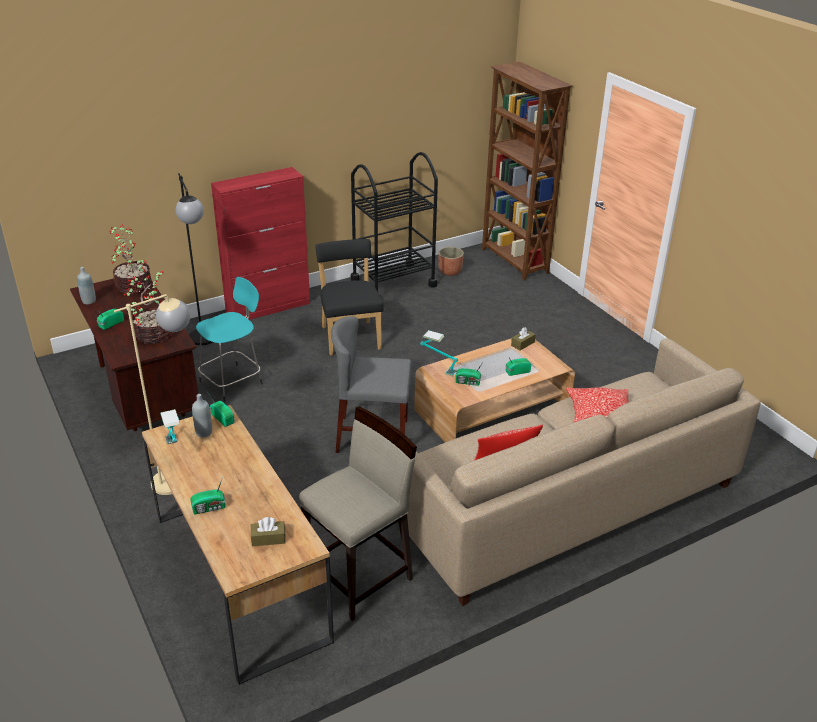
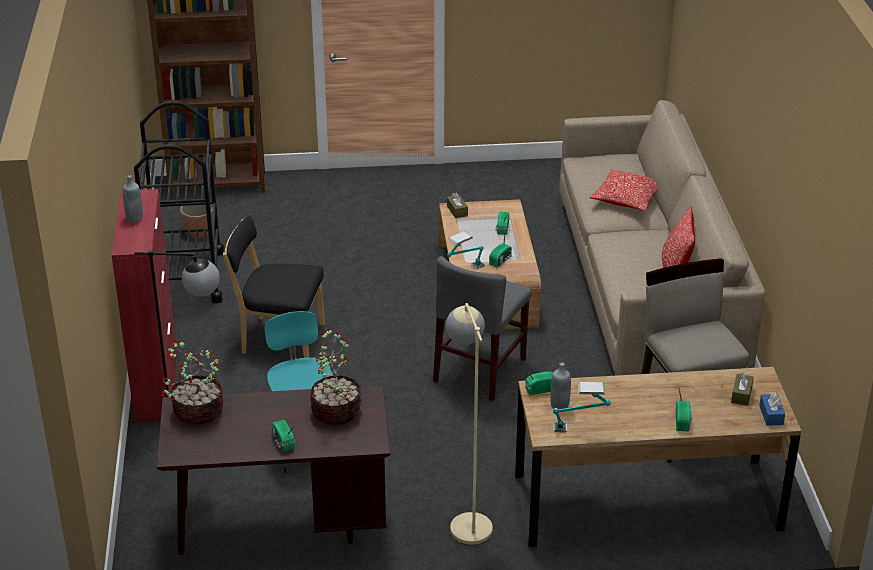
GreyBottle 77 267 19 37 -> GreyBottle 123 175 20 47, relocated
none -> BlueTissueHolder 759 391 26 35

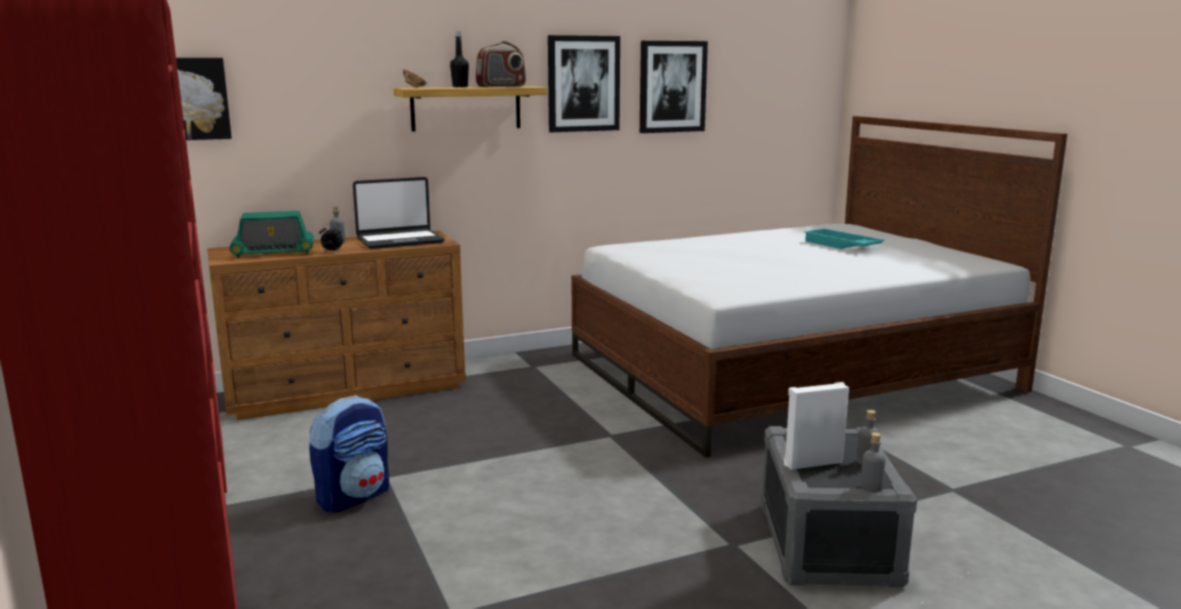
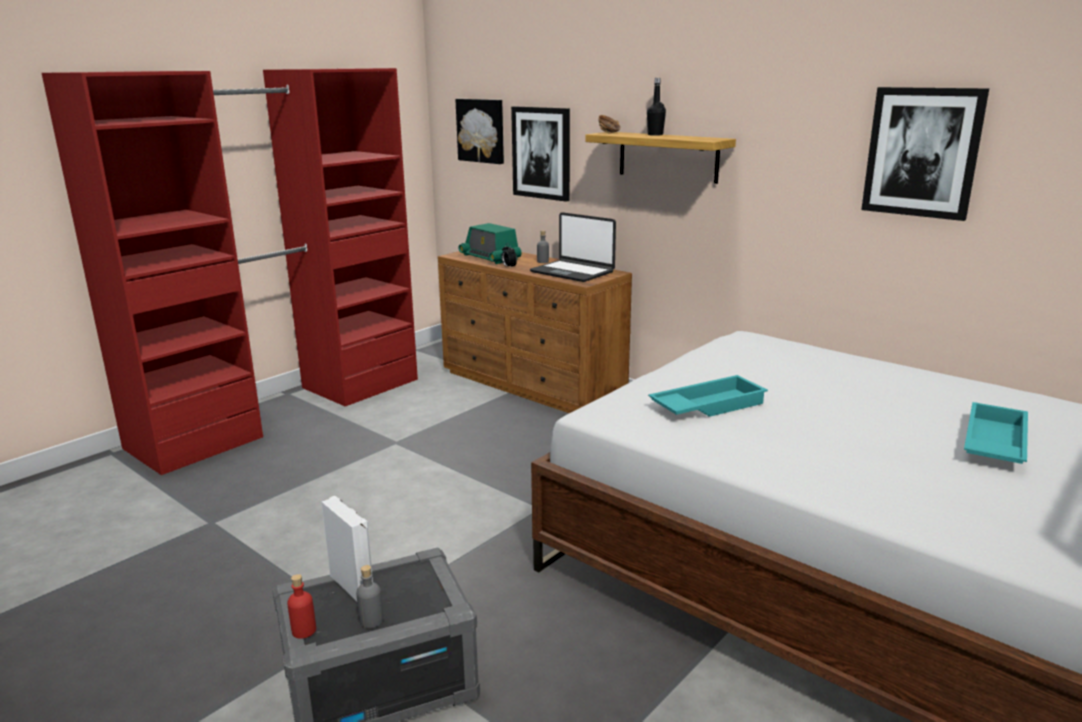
GreyBottle 860 432 26 60 -> RedBottle 287 574 29 65
WallPicture 548 35 72 97 -> WallPicture 511 107 59 95, relocated
none -> TurquoiseCarryingTray 648 375 120 42
Rucksack 309 395 80 117 -> none
RadioSet 476 41 50 46 -> none

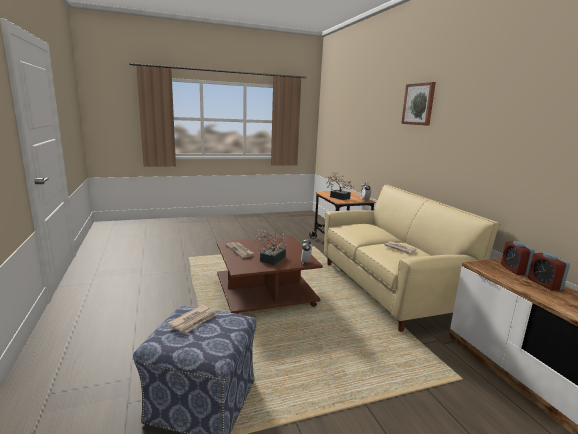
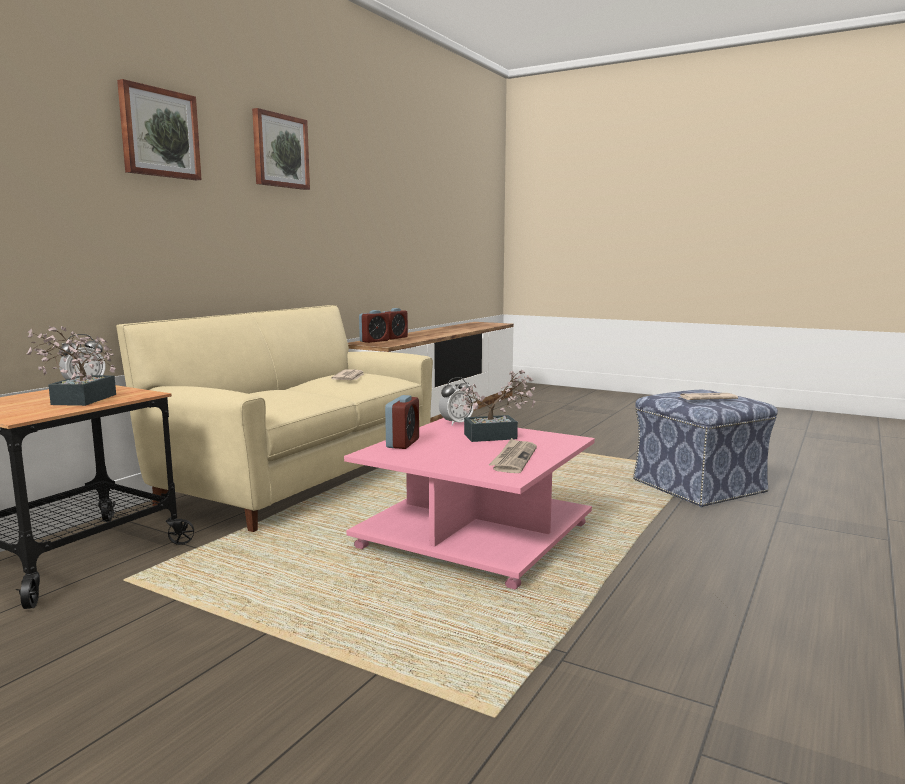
none -> WallPicture 252 108 58 82
BrownLowTable 217 236 106 78 -> PinkishLowTable 344 418 251 171
none -> TableClock 385 395 34 54

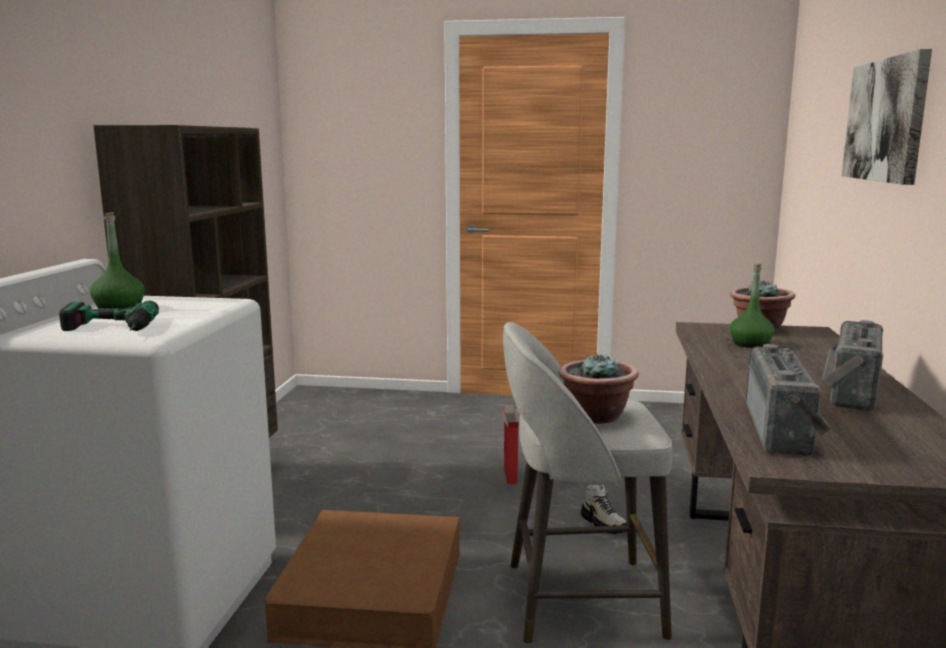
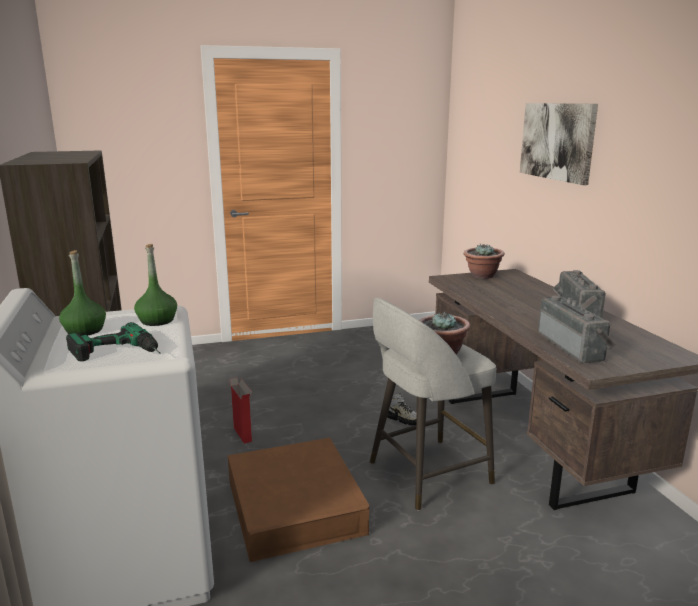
GreenColouredBottle 730 264 45 84 -> GreenColouredBottle 134 244 43 82, relocated
CardboardBox 501 405 19 79 -> CardboardBox 228 378 24 66, relocated

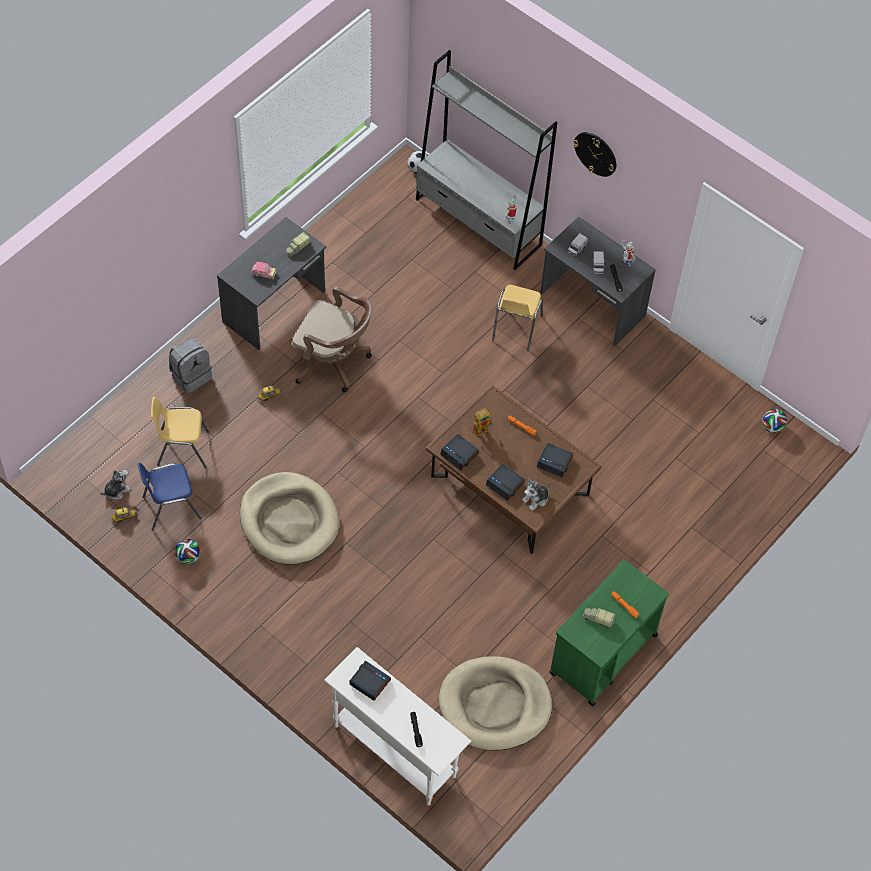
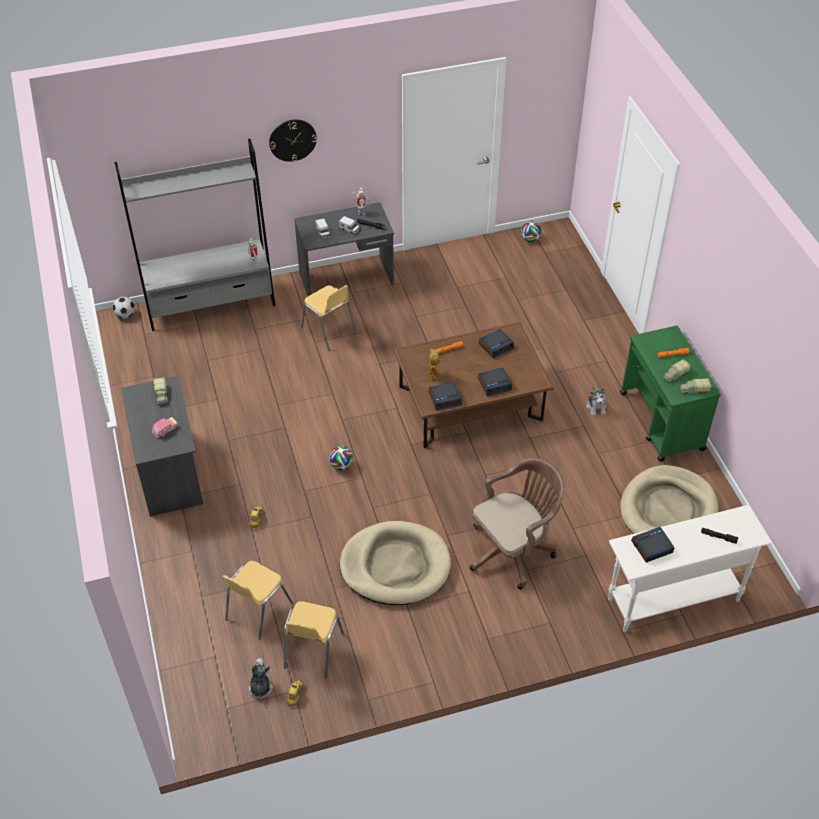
BluePlainChair 137 463 64 67 -> YellowPlainChair 284 601 60 77
FootballBall 175 539 26 26 -> FootballBall 329 446 25 24, relocated
BrownOfficeChair 290 287 82 106 -> BrownOfficeChair 470 458 95 132, relocated
CuddlyToy 522 478 29 33 -> CuddlyToy 586 388 20 28, relocated
none -> ToyLorry 680 378 31 17
GreyRucksack 169 338 43 55 -> none

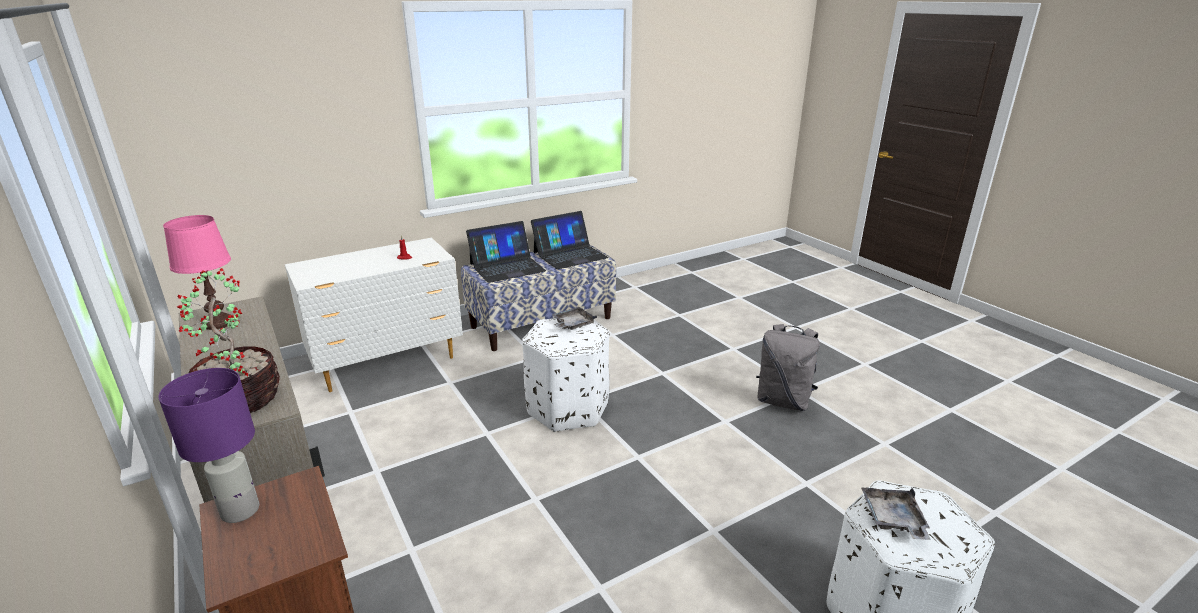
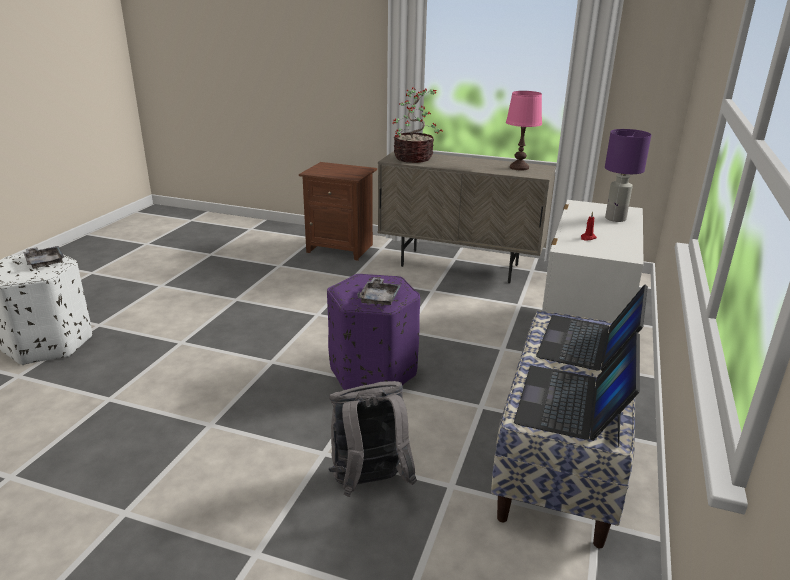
WhiteFootrest 522 318 87 114 -> PurpleFootrest 327 274 93 116
GreyRucksack 756 324 64 87 -> GreyRucksack 329 381 88 116, relocated
PurpleTabletopLamp 158 368 101 155 -> PurpleTabletopLamp 605 129 46 93, relocated

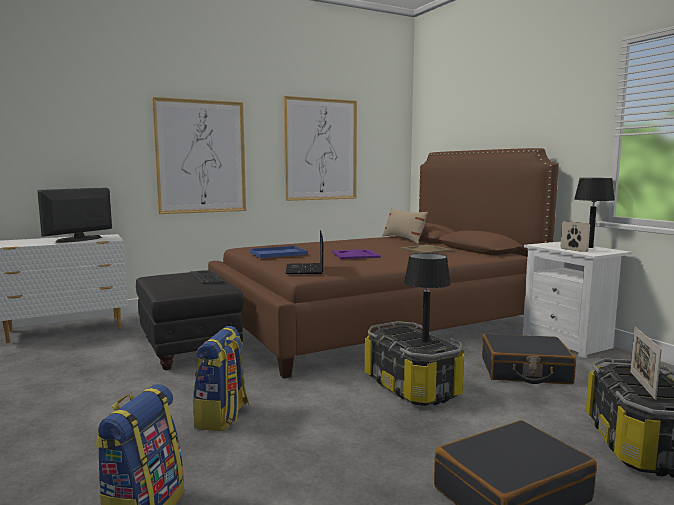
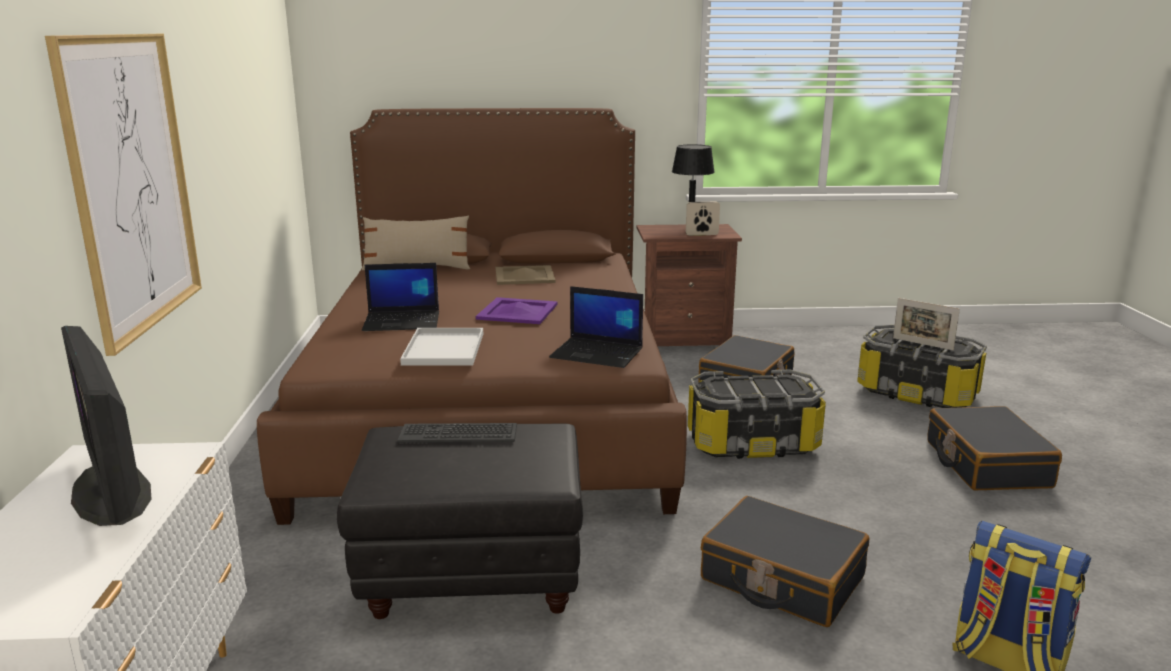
none -> Laptop 362 263 77 68
BlueCarryingTray 249 246 59 12 -> WhiteCarryingTray 400 328 83 37
WhiteBedsideTable 523 241 109 117 -> BrownBedsideTable 636 224 106 122
Rucksack 193 326 56 105 -> BlackTravelCase 701 496 168 131
WallPicture 284 96 73 105 -> none
BlackTabletopLamp 404 253 47 90 -> none

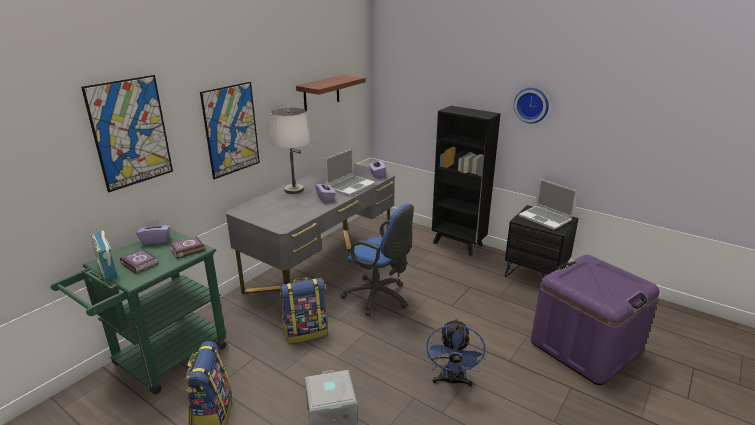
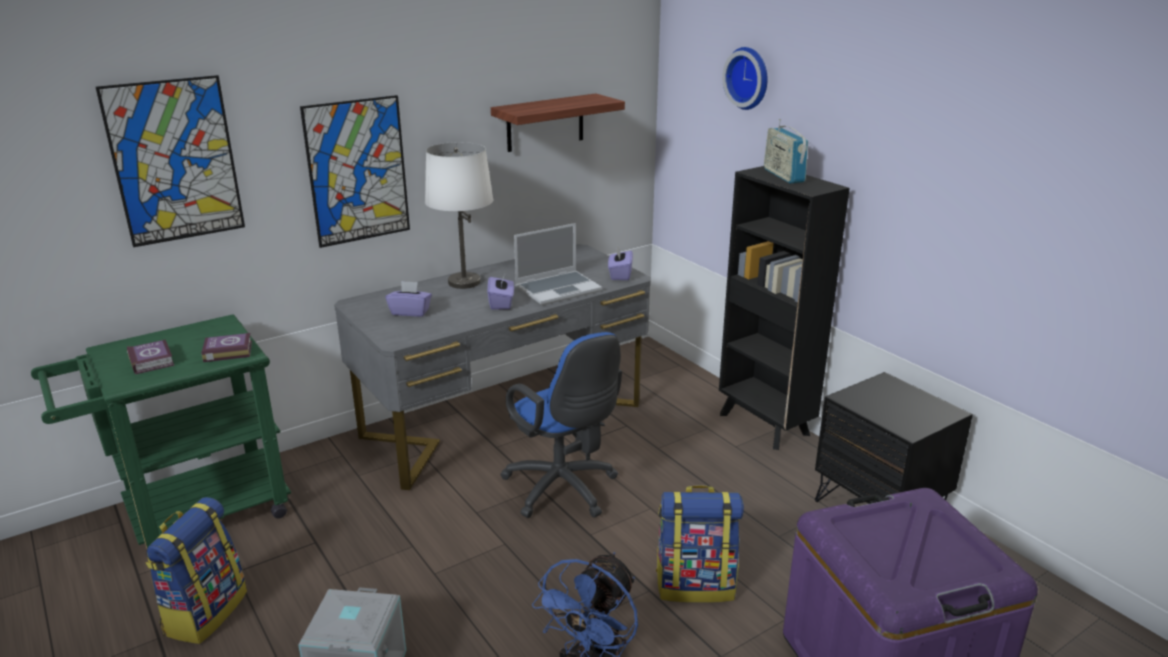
PurpleTissueHolder 136 220 34 25 -> PurpleTissueHolder 385 281 47 36, relocated
Rucksack 280 277 47 66 -> Rucksack 656 485 88 118, relocated
ClockOnTheWall 514 88 35 35 -> ClockOnTheWall 722 47 46 63, relocated
RadioSet 90 227 28 53 -> RadioSet 764 119 44 65, relocated
Laptop 519 179 58 51 -> none

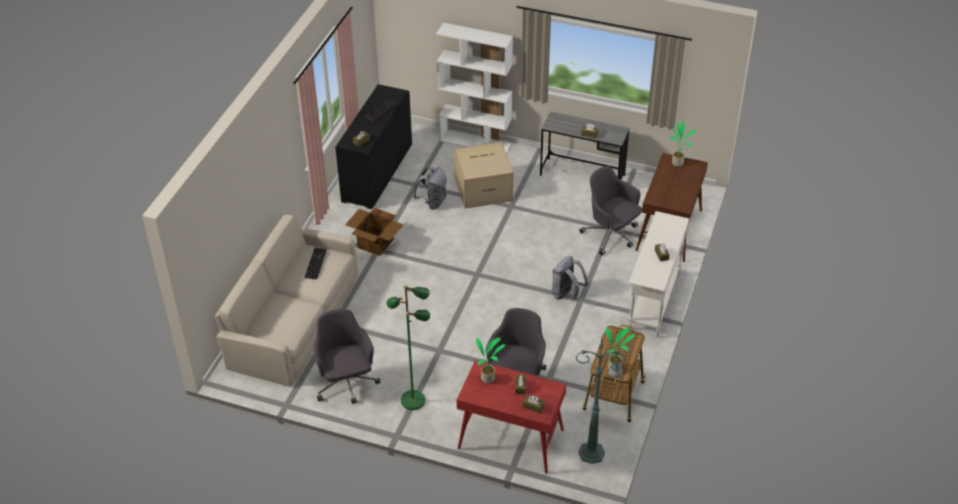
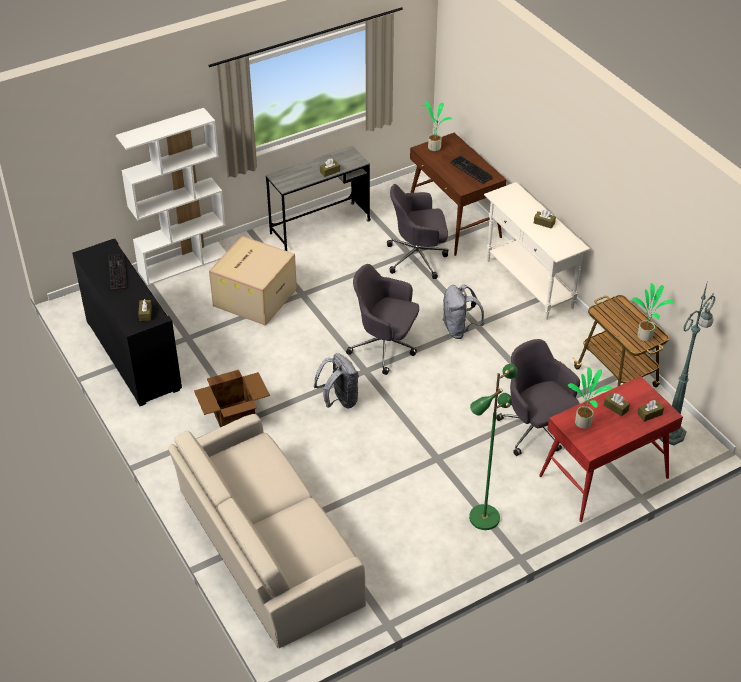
GreyRucksack 414 166 33 44 -> GreyRucksack 314 353 45 56, relocated
GreyOfficeChair 313 309 67 95 -> GreyOfficeChair 346 264 73 111, relocated
ComputerKeyboard 305 247 22 32 -> ComputerKeyboard 450 156 43 28, relocated

